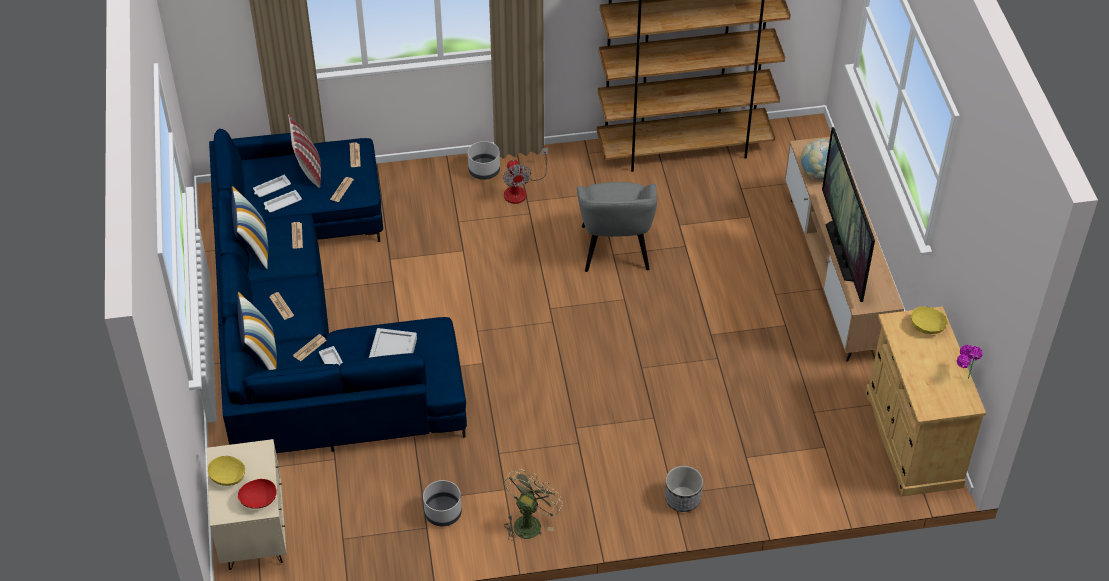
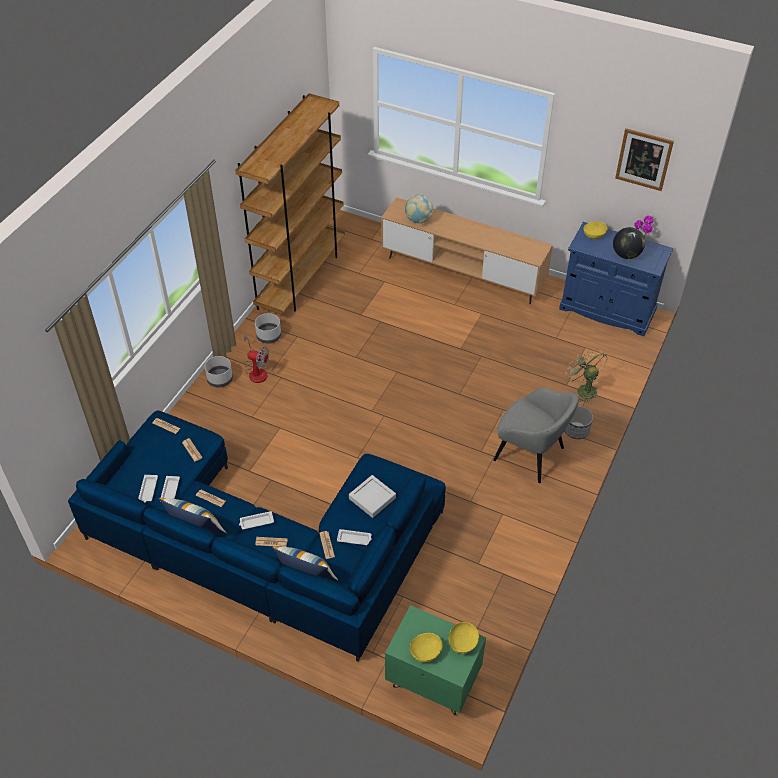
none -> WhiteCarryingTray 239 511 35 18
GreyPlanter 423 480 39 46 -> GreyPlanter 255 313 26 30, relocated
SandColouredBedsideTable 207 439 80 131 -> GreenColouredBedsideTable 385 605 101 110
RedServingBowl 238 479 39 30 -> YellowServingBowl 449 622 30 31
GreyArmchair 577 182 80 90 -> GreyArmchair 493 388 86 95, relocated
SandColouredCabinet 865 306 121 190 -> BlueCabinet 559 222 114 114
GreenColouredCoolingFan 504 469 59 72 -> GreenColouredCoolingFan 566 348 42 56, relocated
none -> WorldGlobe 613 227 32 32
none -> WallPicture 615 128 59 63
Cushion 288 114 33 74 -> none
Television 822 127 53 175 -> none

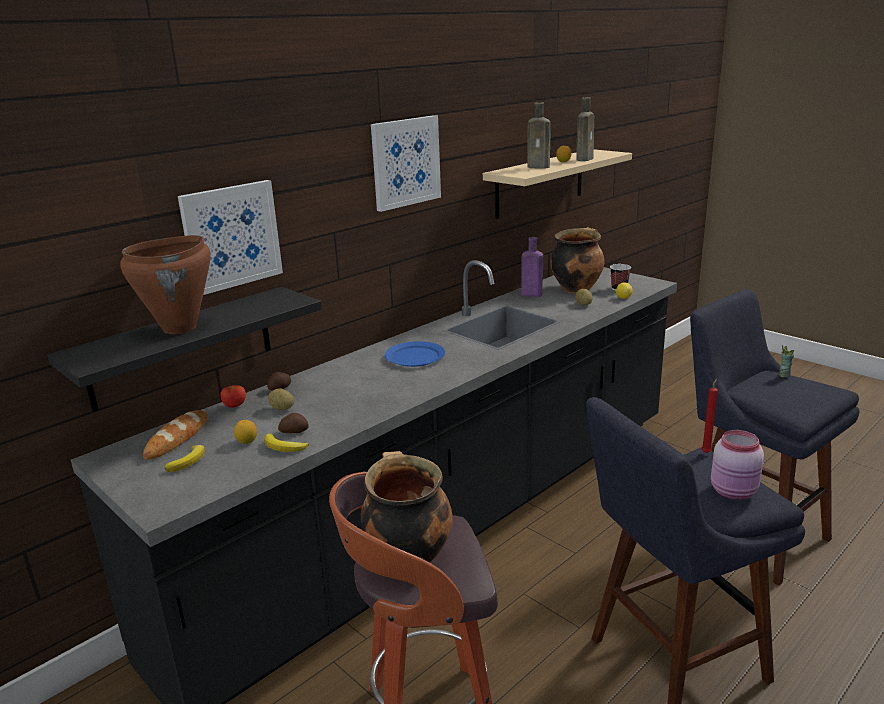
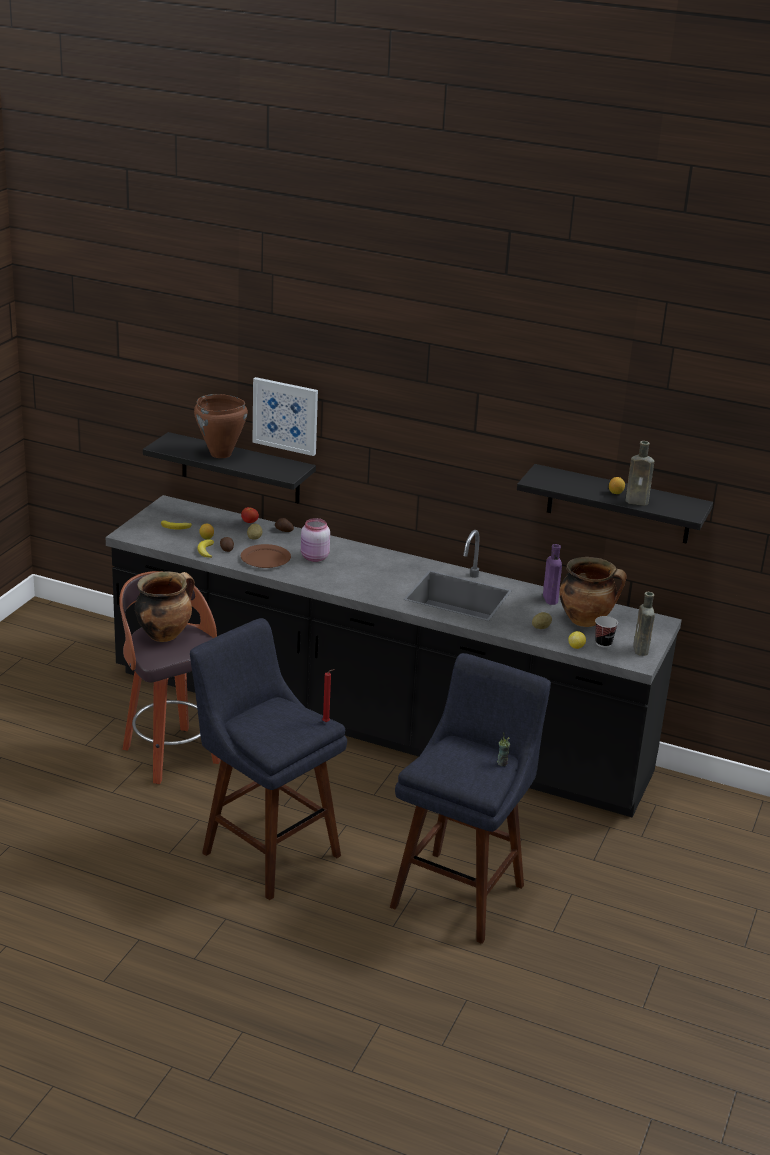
none -> BrownPlate 241 544 50 24
PinkishStorageJar 711 430 53 70 -> PinkishStorageJar 301 518 29 44, relocated
SandColouredWallShelf 483 149 149 70 -> BlackWallShelf 517 464 196 80
BrownBottle 527 102 24 67 -> BrownBottle 633 592 22 64, relocated
BakedBread 143 410 65 50 -> none
WallPicture 371 115 70 97 -> none
BluePlate 385 341 60 26 -> none

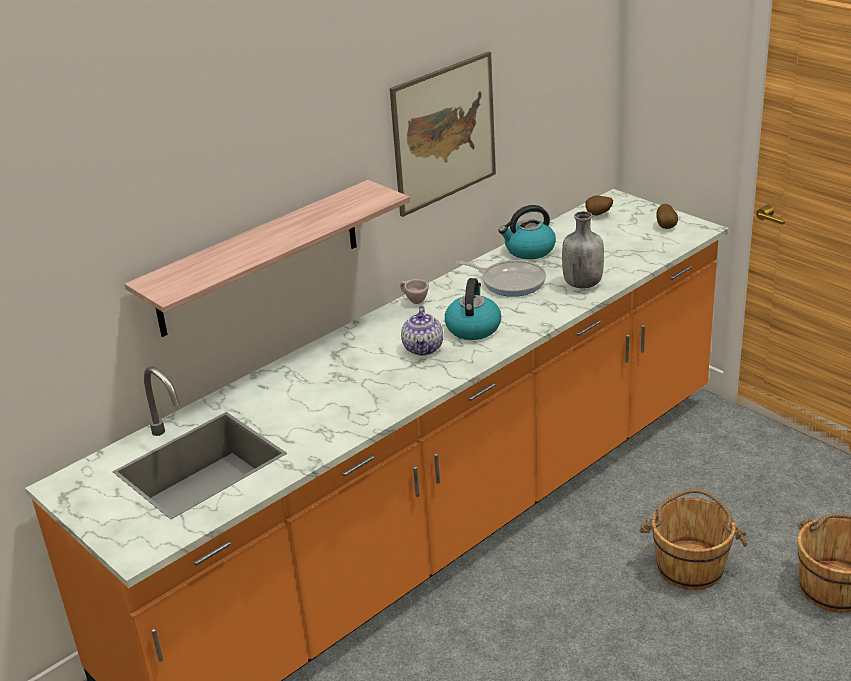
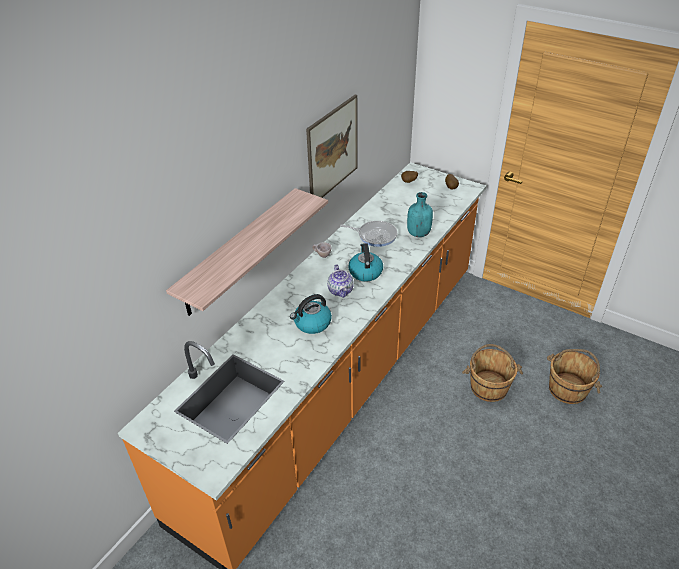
WaterKettle 499 205 57 54 -> WaterKettle 290 294 42 40, relocated
GreyBottle 562 211 42 78 -> TurquoiseBottle 407 192 26 45

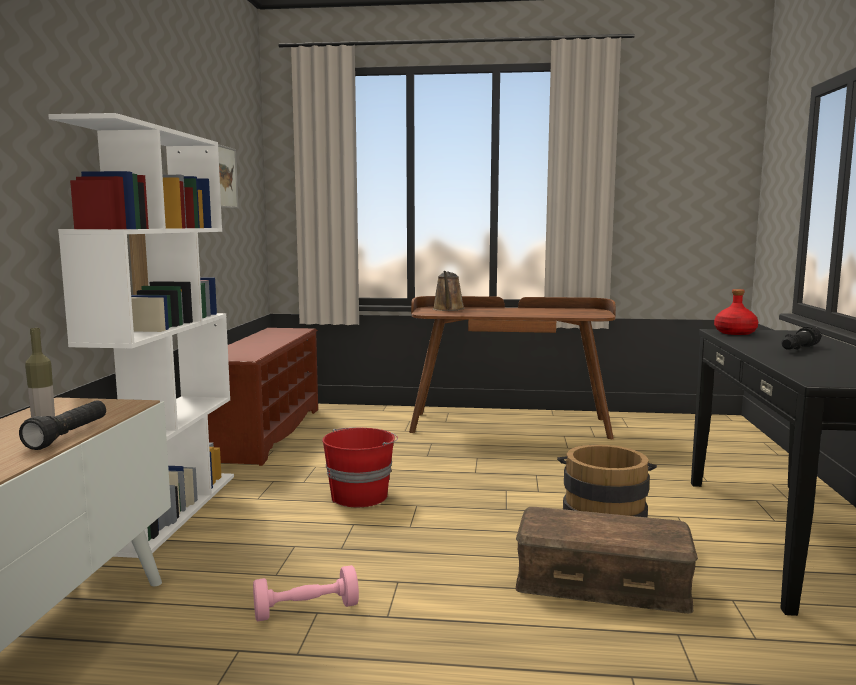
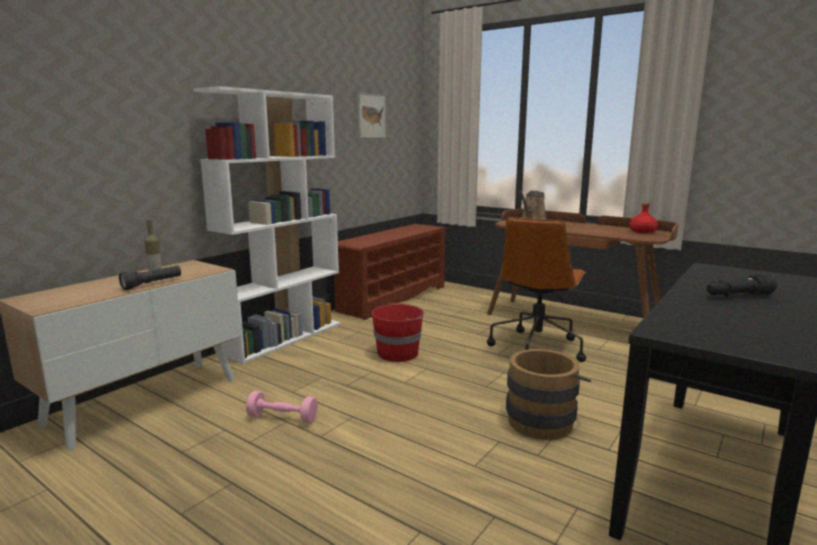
none -> BrownOfficeChair 487 217 99 145
RedBottle 714 289 44 46 -> RedBottle 629 203 29 30, relocated
BrownStorageBin 516 507 182 107 -> none

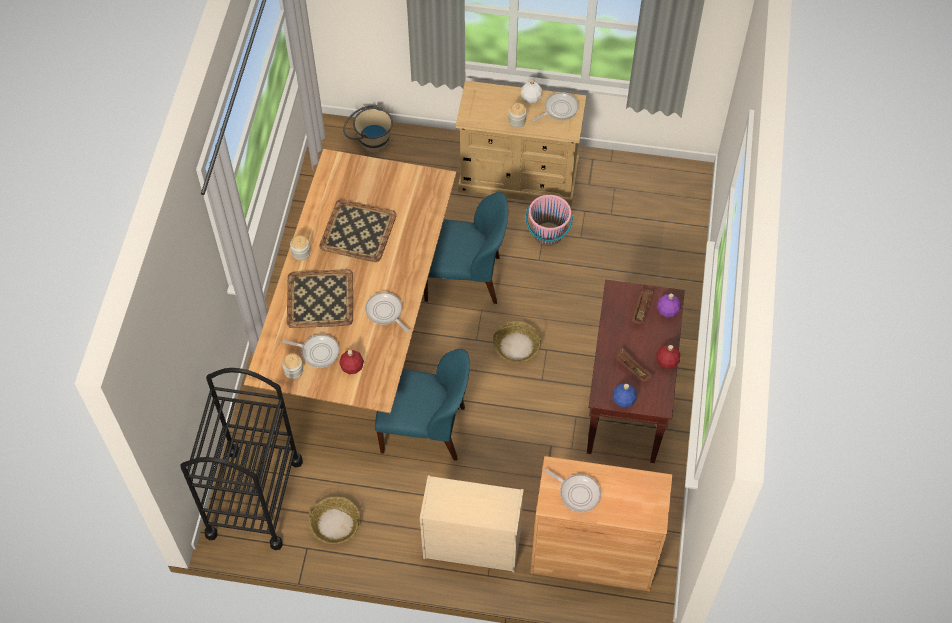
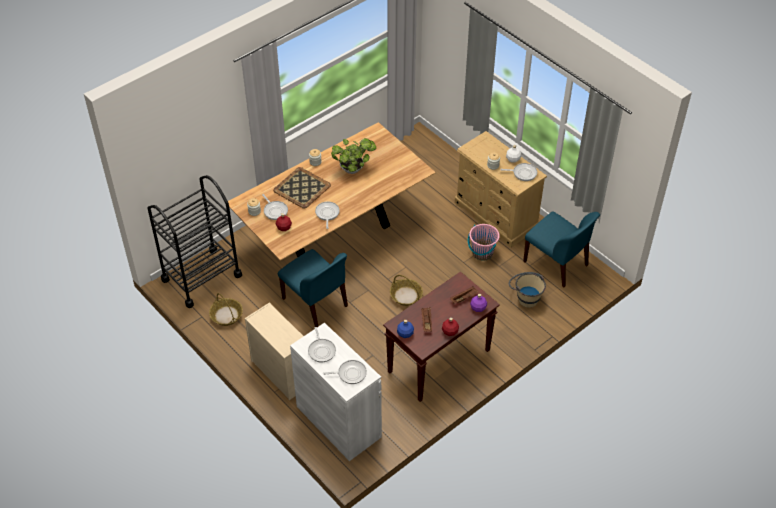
BrownCabinet 530 456 142 135 -> WhiteCabinet 290 323 92 138
none -> Skillet 323 360 44 24
CarryingTray 319 199 78 63 -> Houseplant 331 138 45 36
SandColouredWaterBucket 343 105 50 48 -> SandColouredWaterBucket 509 272 37 36, relocated
BluePlainChair 424 192 84 112 -> BluePlainChair 523 212 77 75, relocated

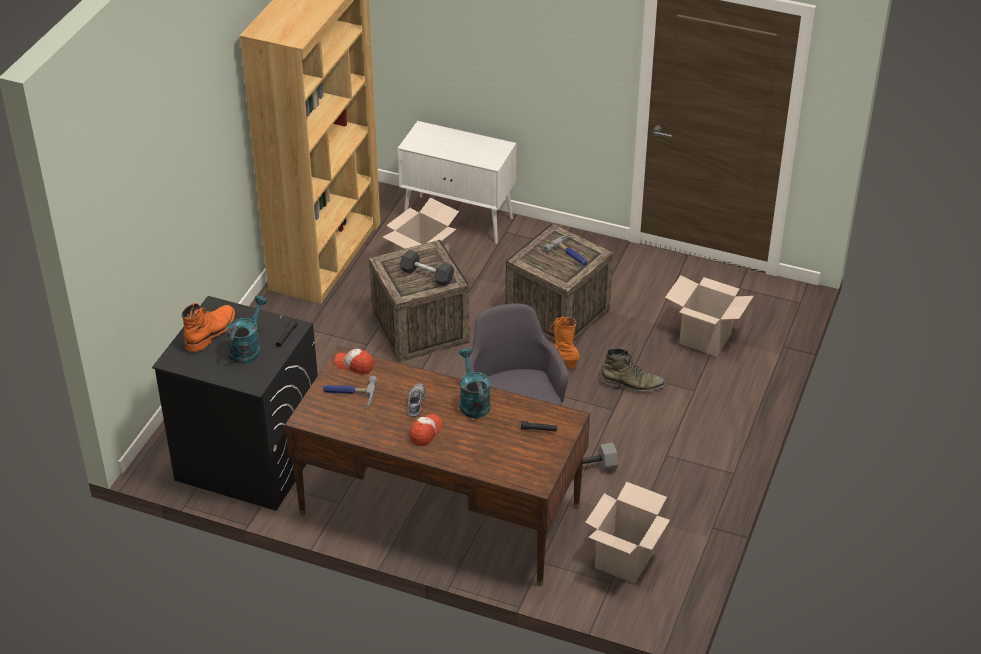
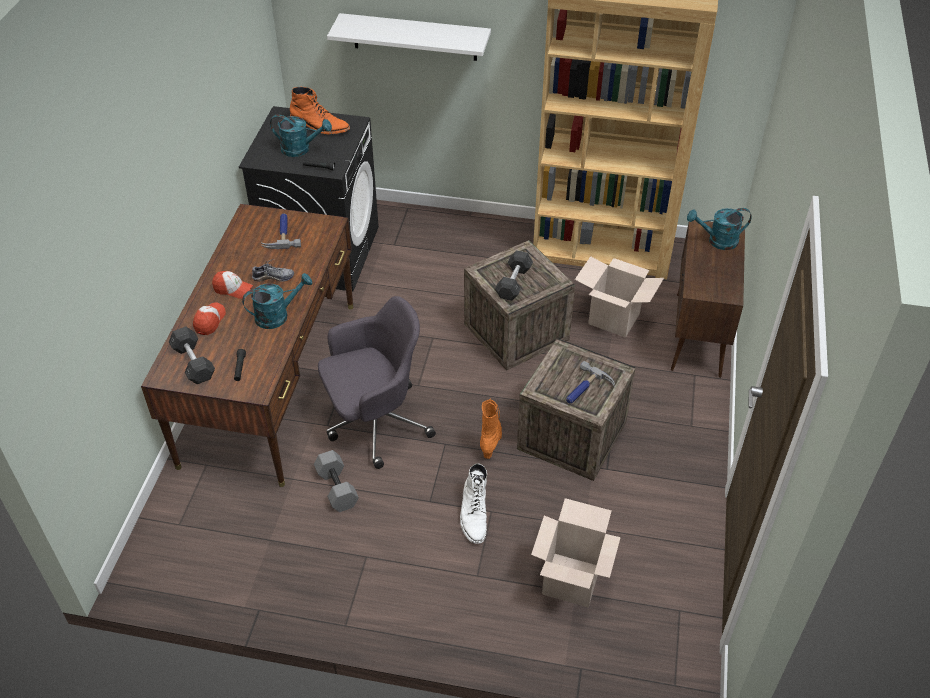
none -> GreyDumbbell 169 327 46 57
BaseballCap 334 349 40 26 -> BaseballCap 193 302 33 33, relocated
none -> WhiteWallShelf 327 13 164 48
GreenColouredHighTopBoot 600 348 66 45 -> WhiteHighTopBoot 460 463 27 81
WhiteCabinet 398 121 118 123 -> BrownCabinet 671 220 74 158
none -> TurquoiseWateringPot 687 208 65 42
CardboardBox 585 482 85 102 -> none

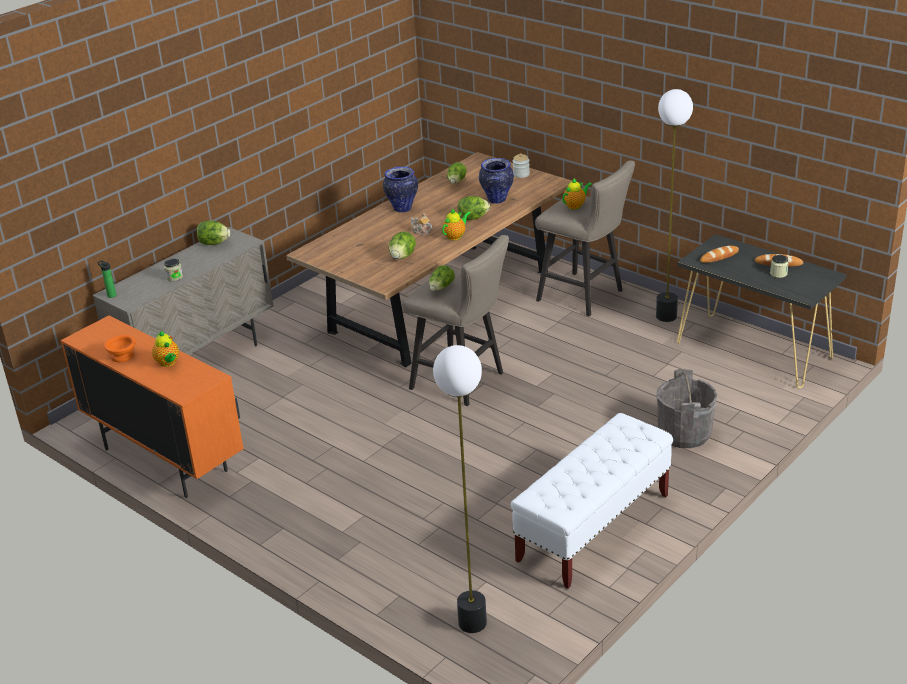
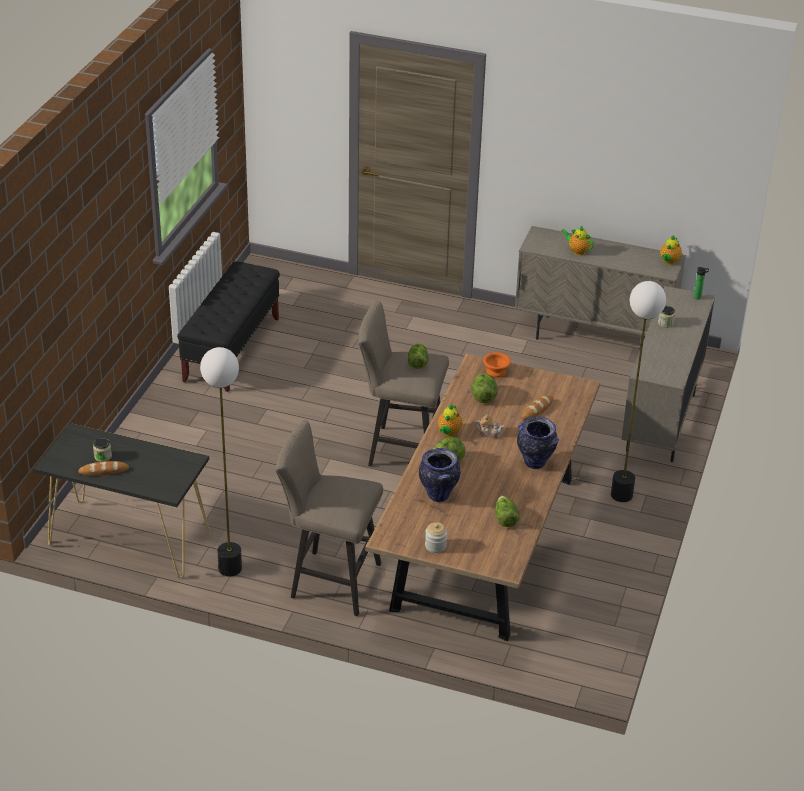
WhiteIndoorBench 511 413 162 176 -> BlackIndoorBench 177 262 103 130
OrangeyServingBowl 104 335 32 27 -> OrangeyServingBowl 483 352 28 26, relocated
OrangeyCabinet 61 315 183 183 -> SandColouredCabinet 515 226 171 125
BakedBread 700 246 39 17 -> BakedBread 522 395 31 25, relocated
FloorLamp 433 345 54 288 -> FloorLamp 611 281 55 221, relocated
TeaPot 562 178 30 31 -> TeaPot 660 236 22 29, relocated
LettuceHead 197 220 33 25 -> none
GreyWaterBucket 657 369 60 79 -> none

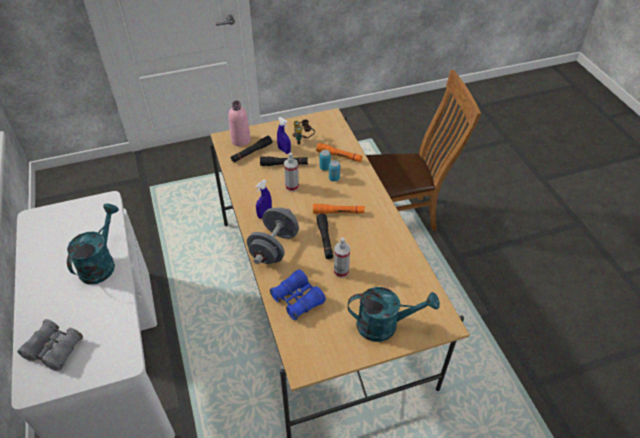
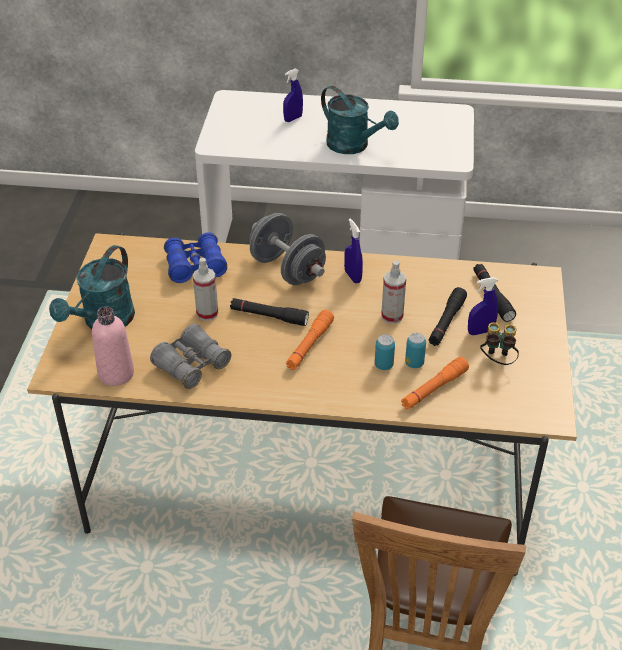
PinkishBottle 229 101 22 45 -> PinkishBottle 92 306 42 80, relocated
GreyPairOfBinoculars 17 319 66 53 -> GreyPairOfBinoculars 150 324 81 65, relocated
none -> BlueSprayer 283 69 20 53

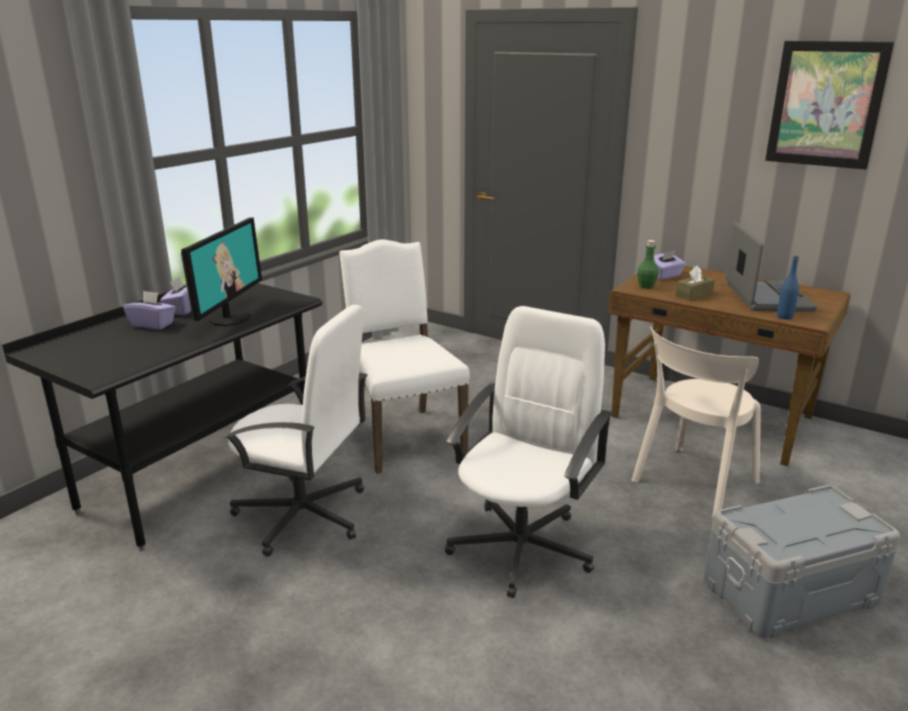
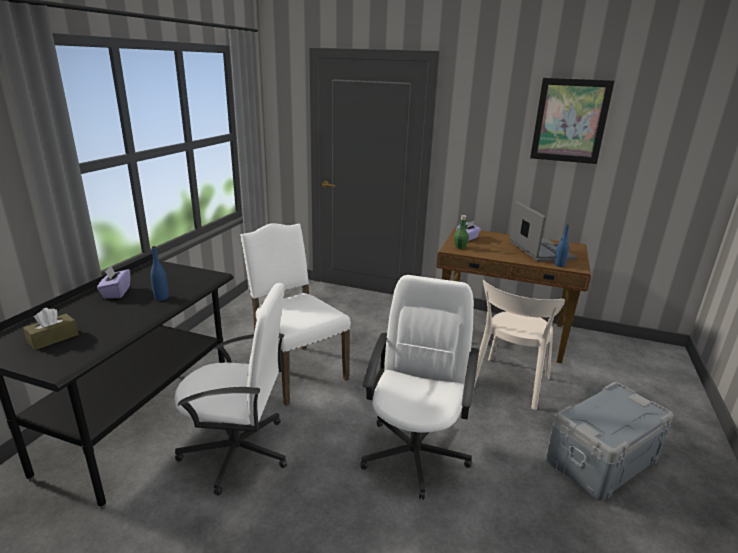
BrownTissueHolder 675 266 40 35 -> BrownTissueHolder 23 307 56 43, relocated
Monitor 181 217 81 109 -> BlueBottle 150 246 19 55
PurpleTissueHolder 123 291 53 39 -> none

